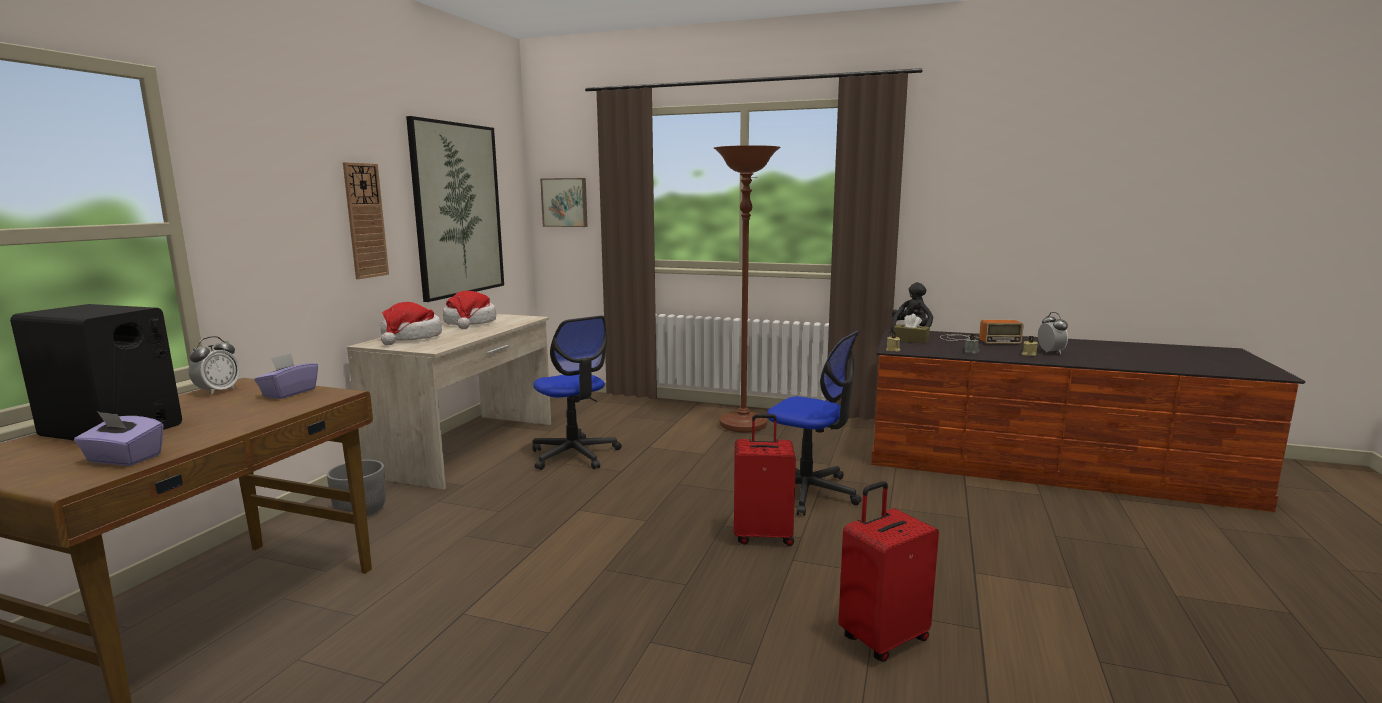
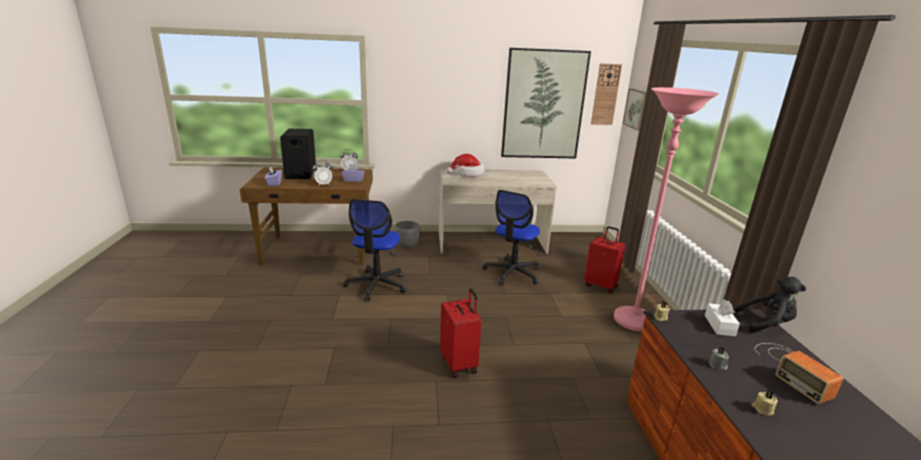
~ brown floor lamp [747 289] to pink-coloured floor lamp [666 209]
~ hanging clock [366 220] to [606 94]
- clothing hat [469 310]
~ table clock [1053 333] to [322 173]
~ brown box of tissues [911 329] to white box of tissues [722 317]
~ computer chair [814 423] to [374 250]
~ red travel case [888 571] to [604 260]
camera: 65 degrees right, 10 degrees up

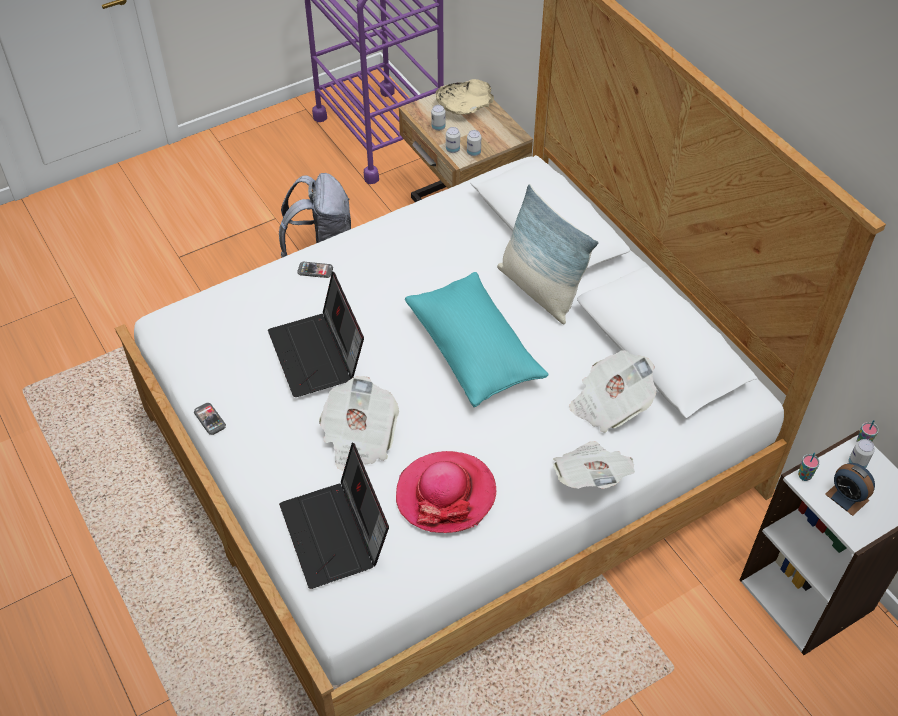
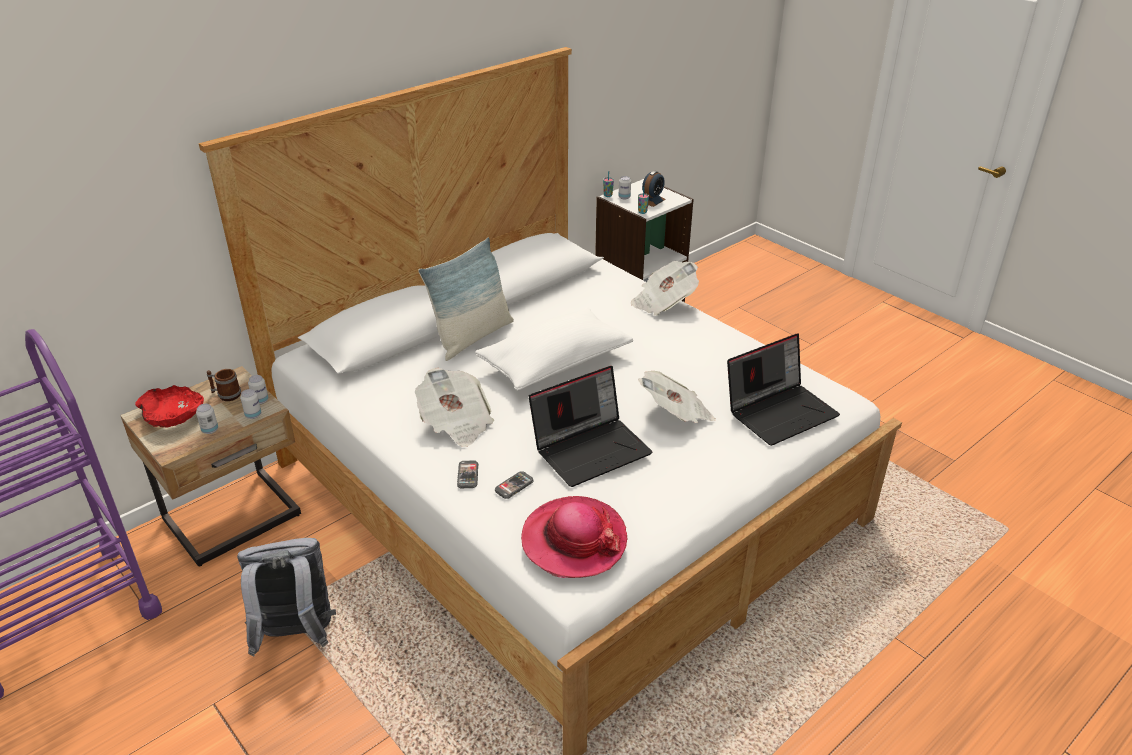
~ sand-coloured deep dish [465 97] to red deep dish [169 406]
~ turquoise throw pillow [477 339] to white throw pillow [554 349]
~ newspaper [613 391] to [454 407]
~ telephone [210 419] to [514 485]
~ clothing hat [446 492] to [574 537]
+ mug [224 385]
camera: 100 degrees left, 15 degrees down

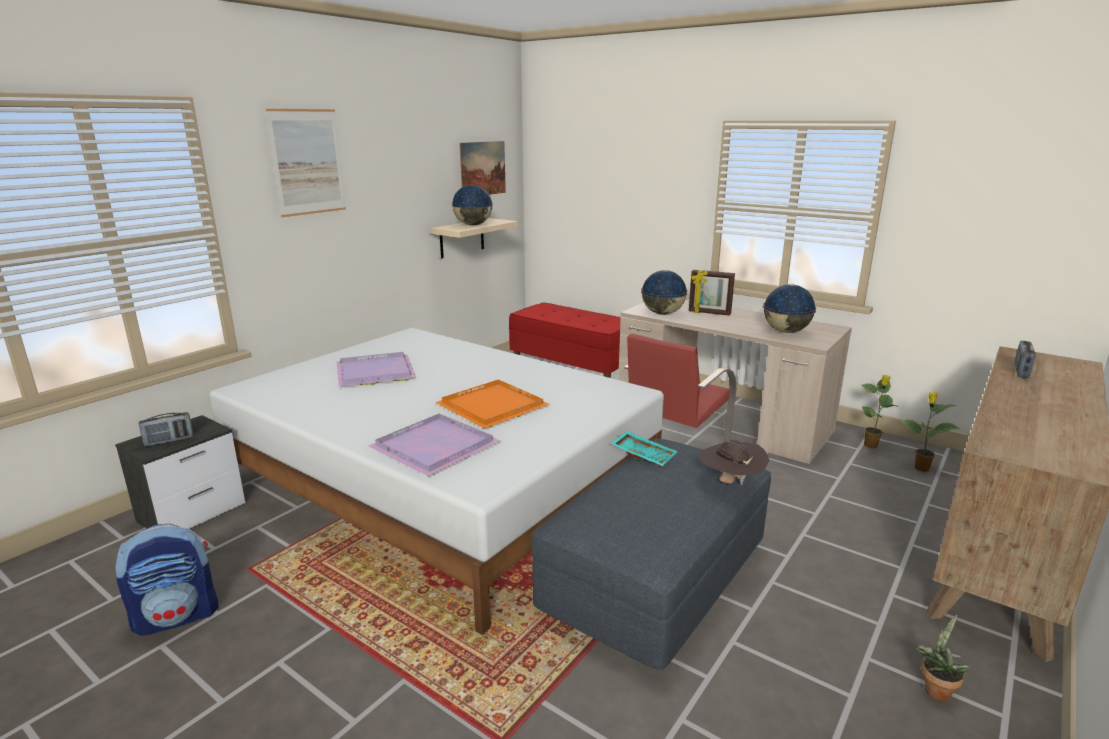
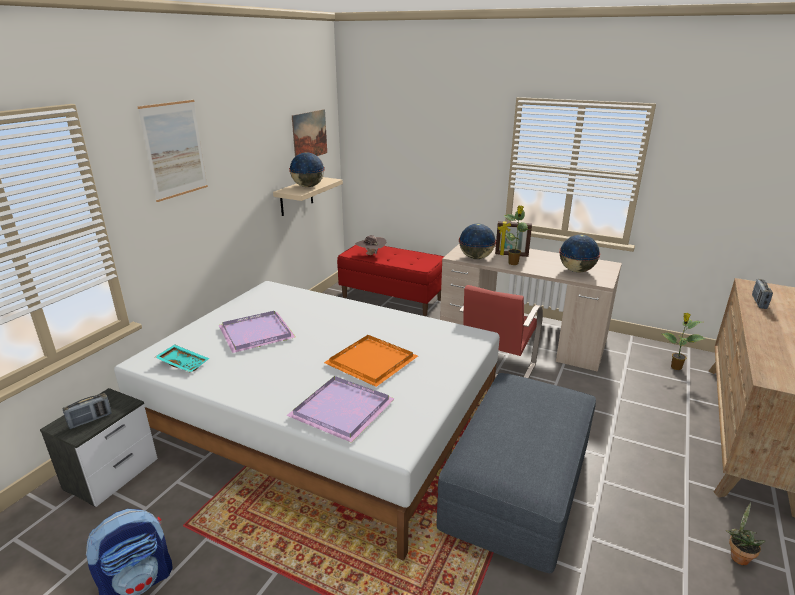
~ houseplant [880 411] to [516 235]
~ turquoise carrying tray [644 448] to [182 358]
~ brown clothing hat [733 462] to [371 245]
camera: 10 degrees left, 5 degrees up

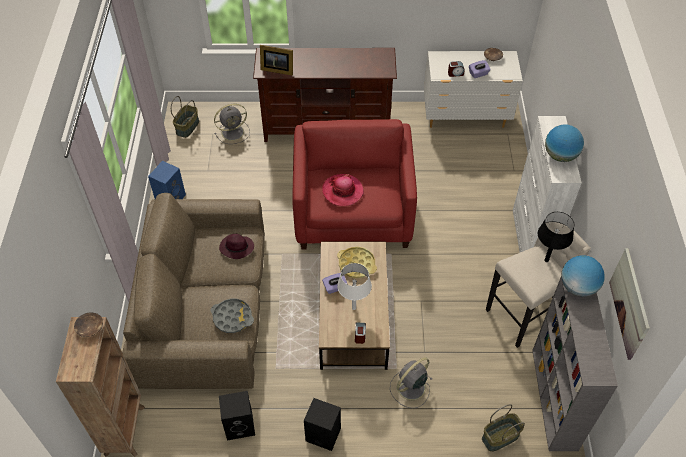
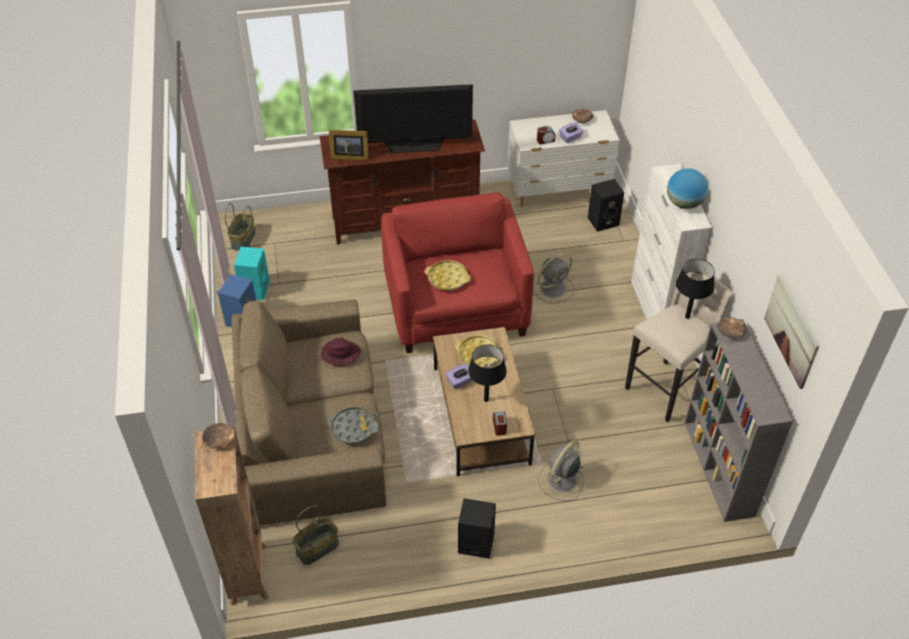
~ grey electric fan [232 124] to [553 278]
~ clothing hat [343 190] to yellow-coloured carrying tray [448 275]
~ world globe [583 276] to brown deep dish [731 327]
~ white table lamp [354 286] to black-coloured table lamp [487 373]
~ black-coloured loudspeaker [237 416] to [606 205]
~ household basket [503 428] to [315 535]
+ television [413 118]
+ turquoise loudspeaker [252 273]
camera: 10 degrees left, 5 degrees down

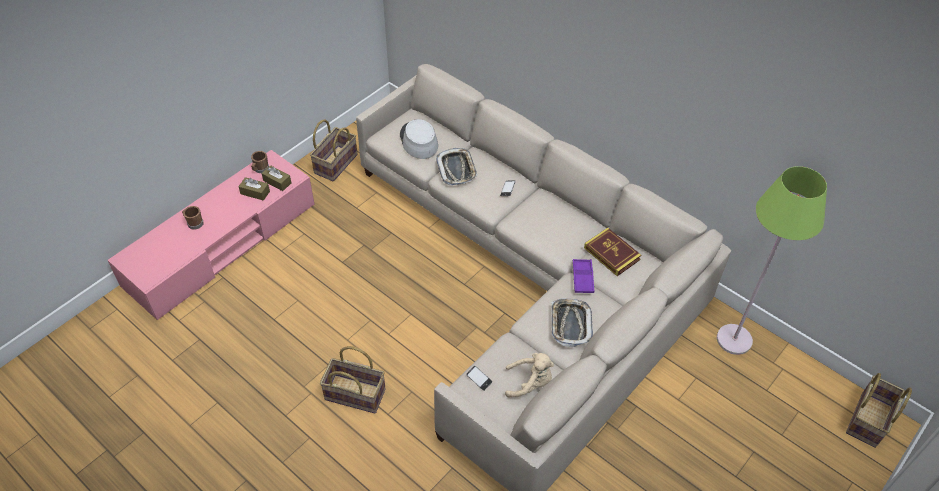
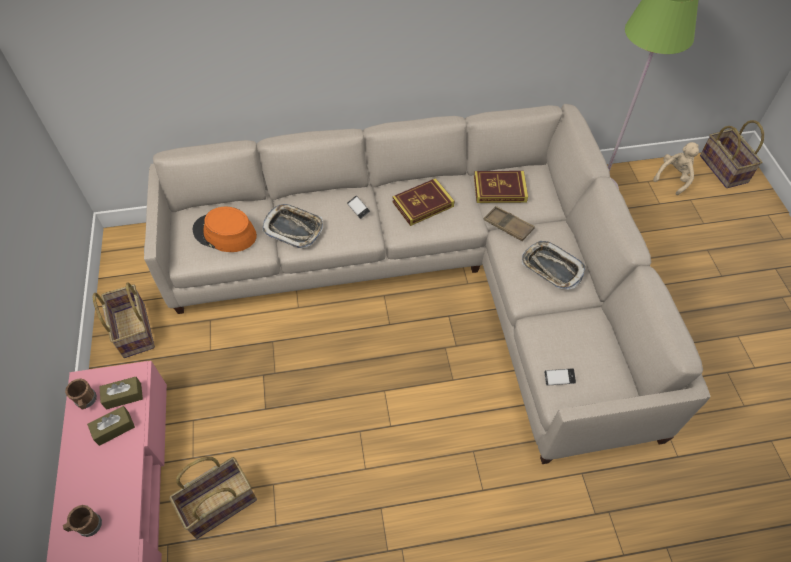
~ grey clothing hat [419 139] to orangey clothing hat [225 229]
~ purple-coloured carrying tray [583 276] to brown carrying tray [509 223]
~ household basket [353 379] to [213 498]
~ sand-coloured plush toy [529 375] to [676 168]
+ bound book [423 202]
camera: 50 degrees left, 5 degrees up

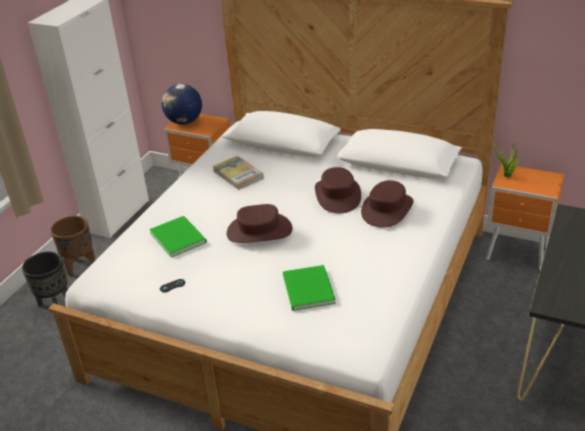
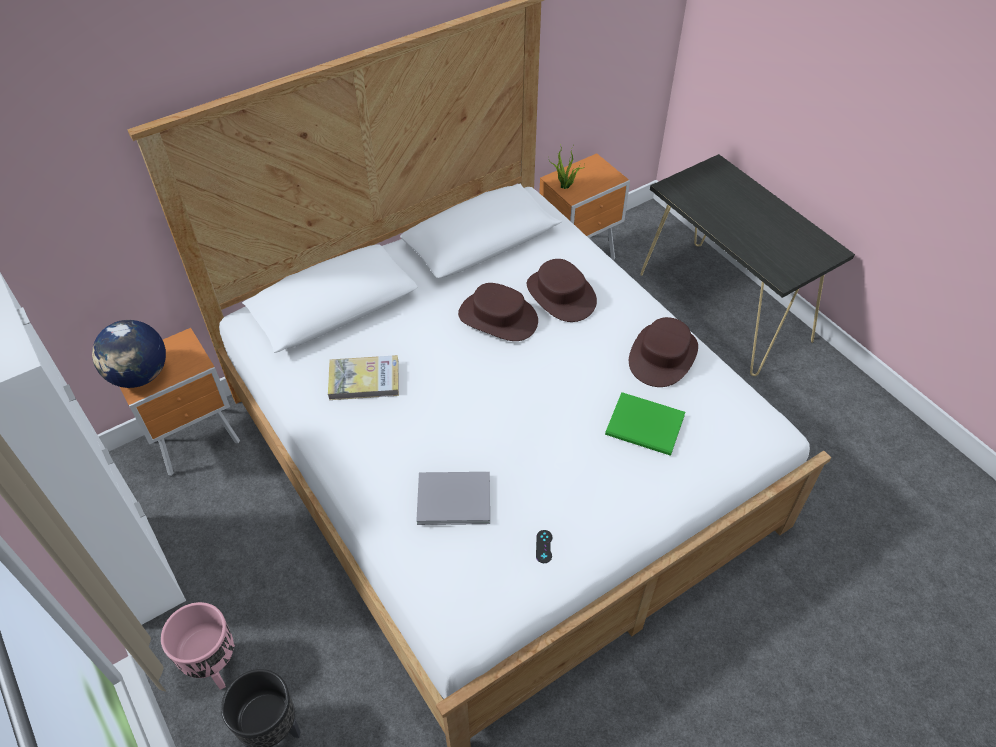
~ brown clothing hat [259 223] to [663 352]
~ brown flower pot [73 246] to pink-coloured flower pot [198 646]
~ green bound book [178 236] to grey bound book [453 498]
camera: 60 degrees left, 15 degrees up

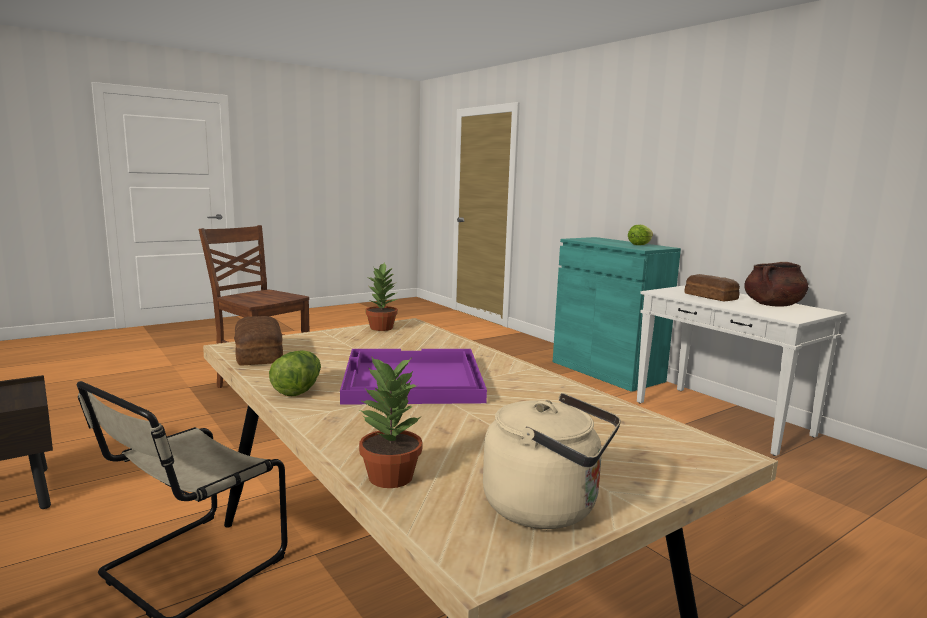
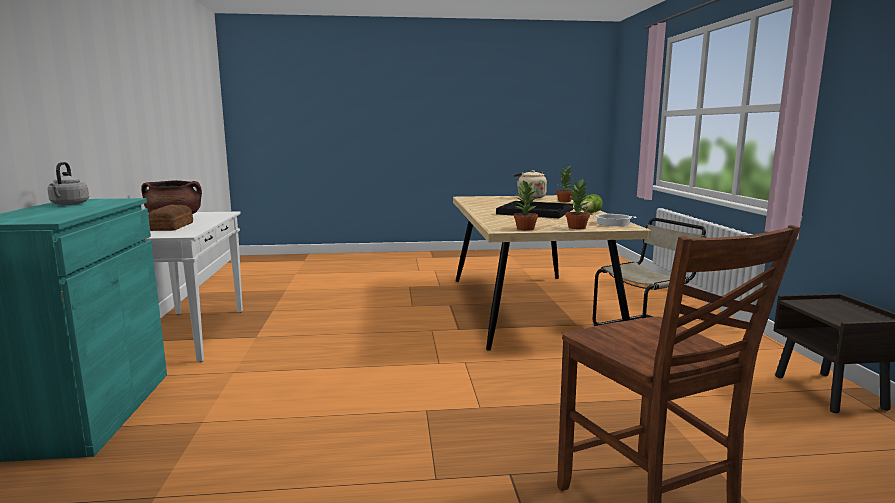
~ head of lettuce [640 235] to grey water kettle [68 183]
~ bread [258 340] to cooking pot [613 220]
~ purple-coloured carrying tray [413 377] to black-coloured carrying tray [534 209]
+ houseplant [578 204]
camera: 150 degrees left, 0 degrees up

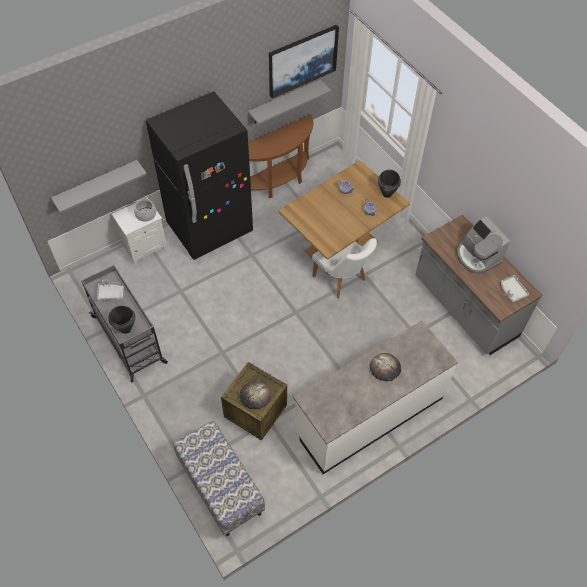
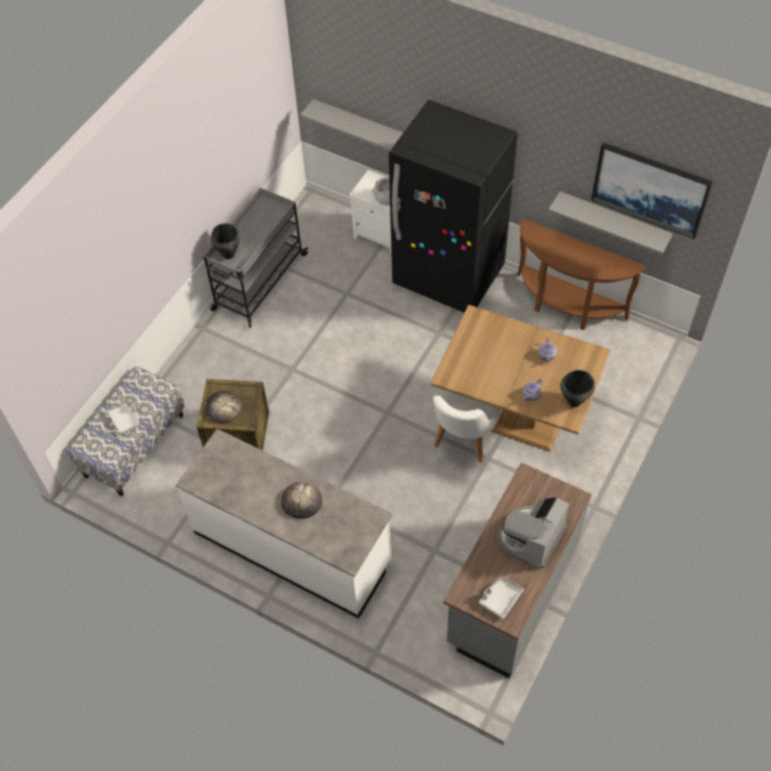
~ grey carrying tray [110 290] to [123 417]
camera: 65 degrees right, 0 degrees up

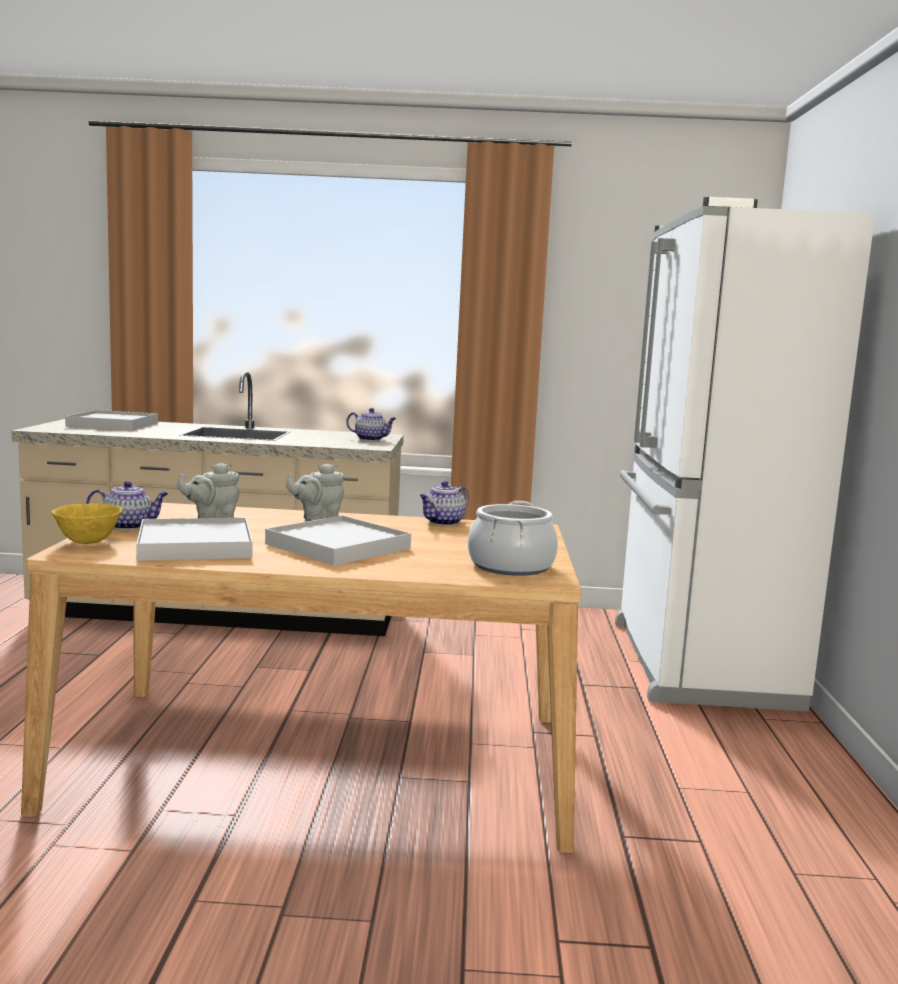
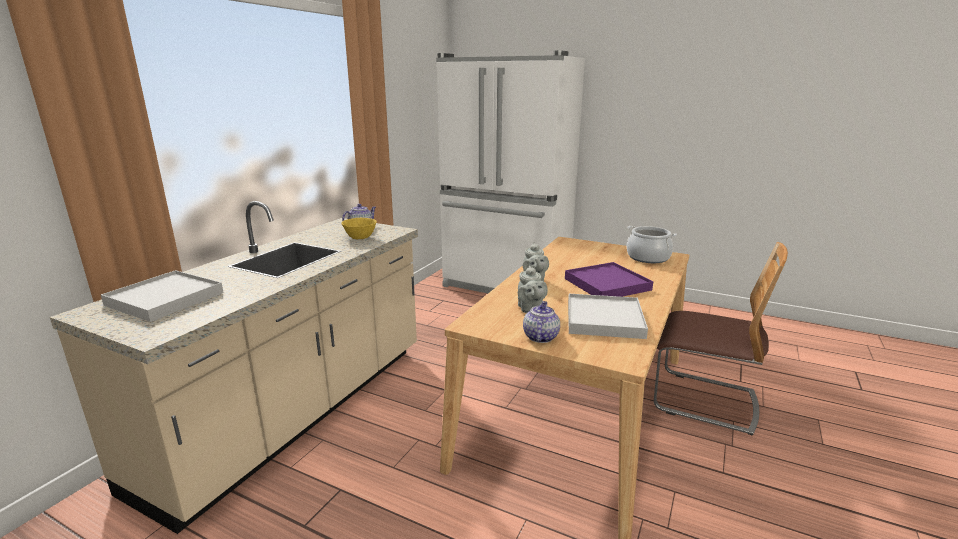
- tea pot [444 503]
~ yellow-coloured deep dish [87 523] to [359 228]
~ white carrying tray [338 541] to purple-coloured carrying tray [609 279]
+ upright chair [721 338]
camera: 65 degrees left, 10 degrees up

